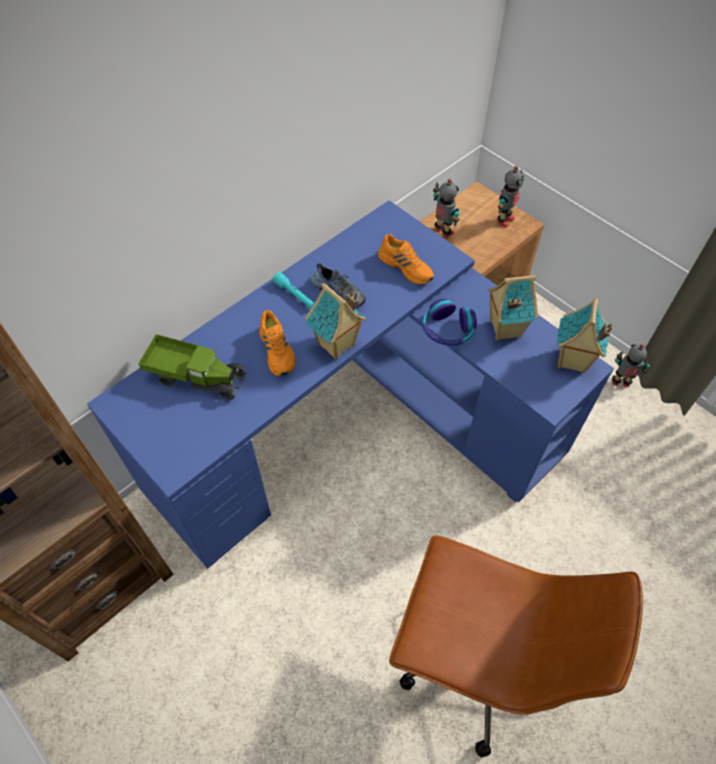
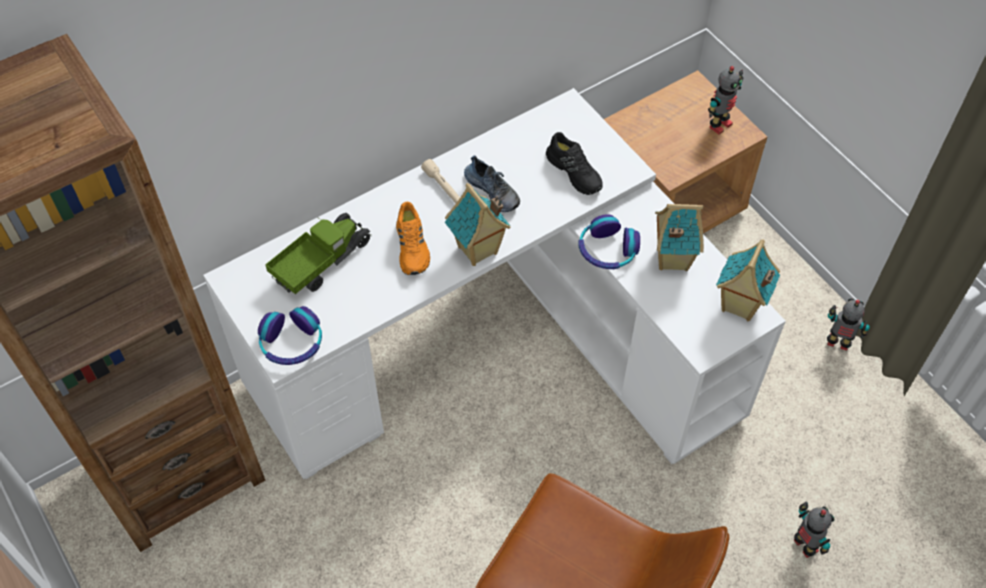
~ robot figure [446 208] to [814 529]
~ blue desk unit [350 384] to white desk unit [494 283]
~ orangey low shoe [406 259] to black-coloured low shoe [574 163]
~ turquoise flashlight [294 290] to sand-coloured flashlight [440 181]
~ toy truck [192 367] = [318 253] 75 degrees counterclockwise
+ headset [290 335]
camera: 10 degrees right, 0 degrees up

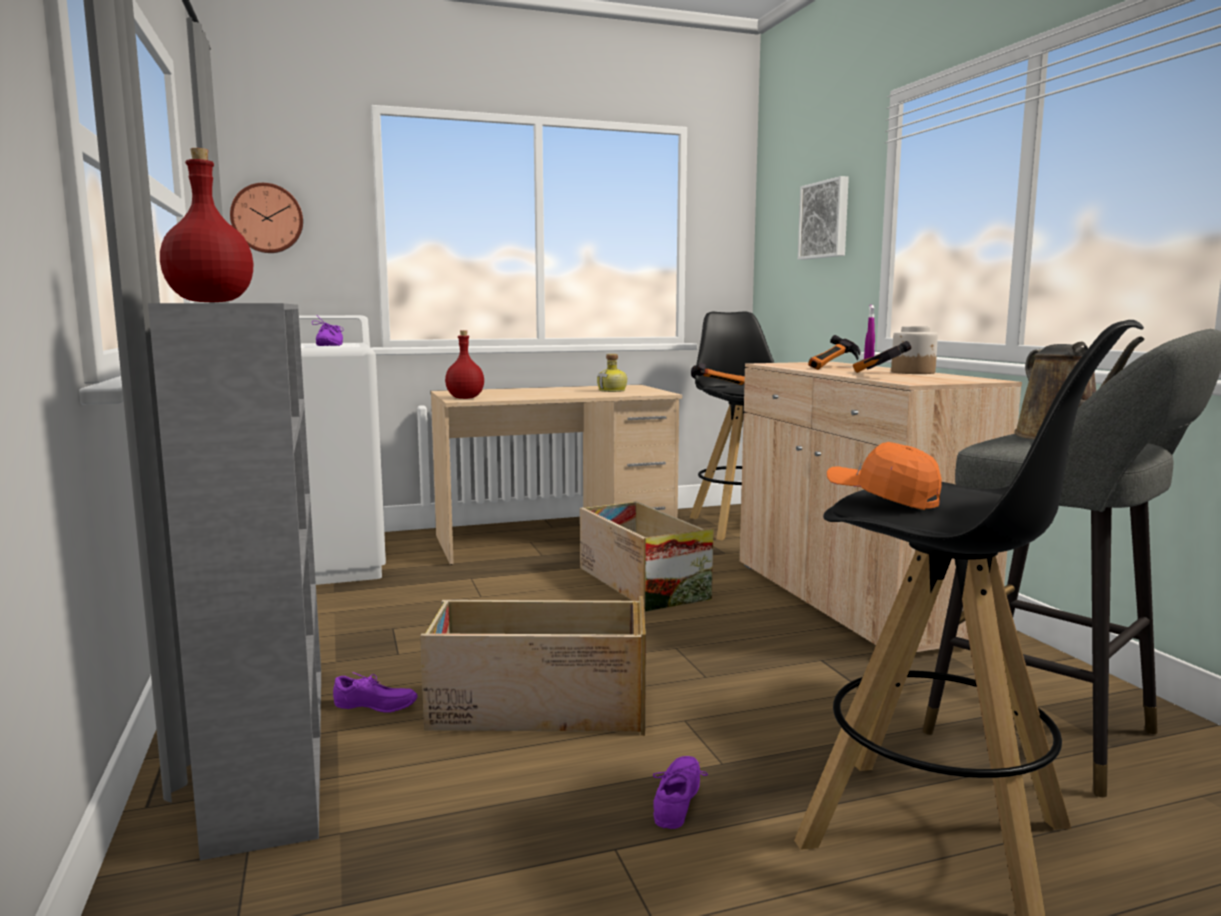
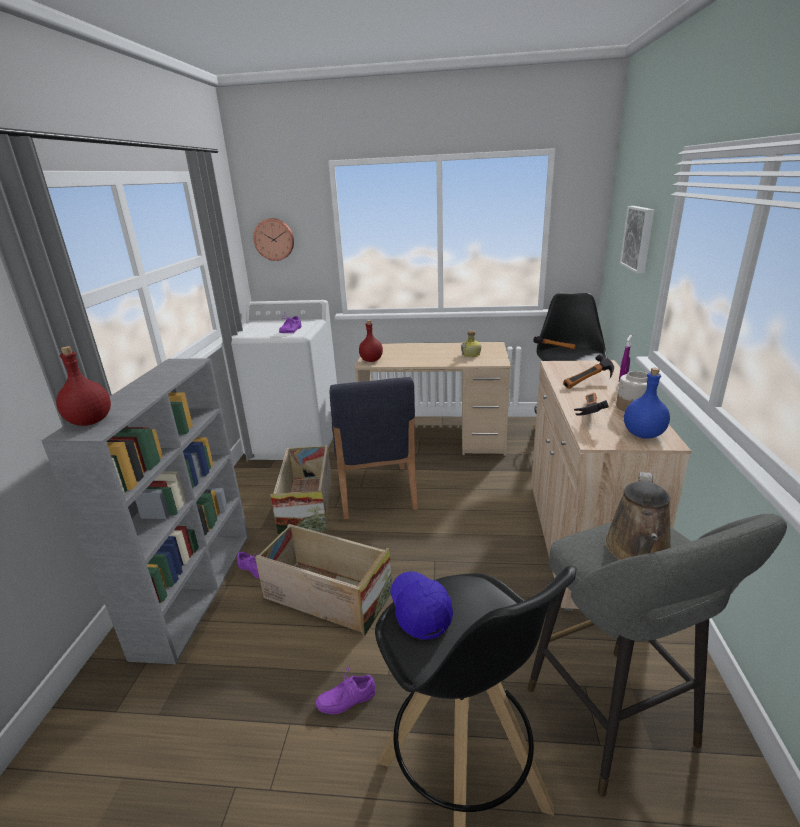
~ orangey baseball cap [884 476] to blue baseball cap [421 605]
~ packing crate [647 556] to [301 490]
~ purple-coloured low shoe [680 792] = [345 689] 150 degrees counterclockwise
+ blue bottle [647 403]
+ blue upright chair [374 448]
camera: 25 degrees right, 15 degrees up

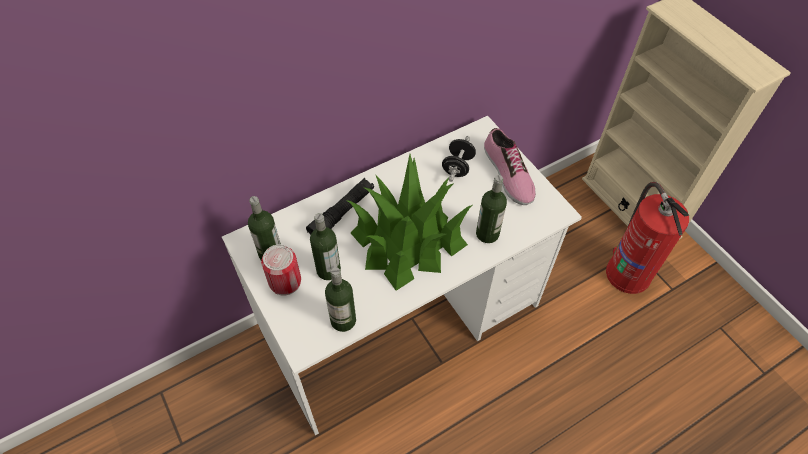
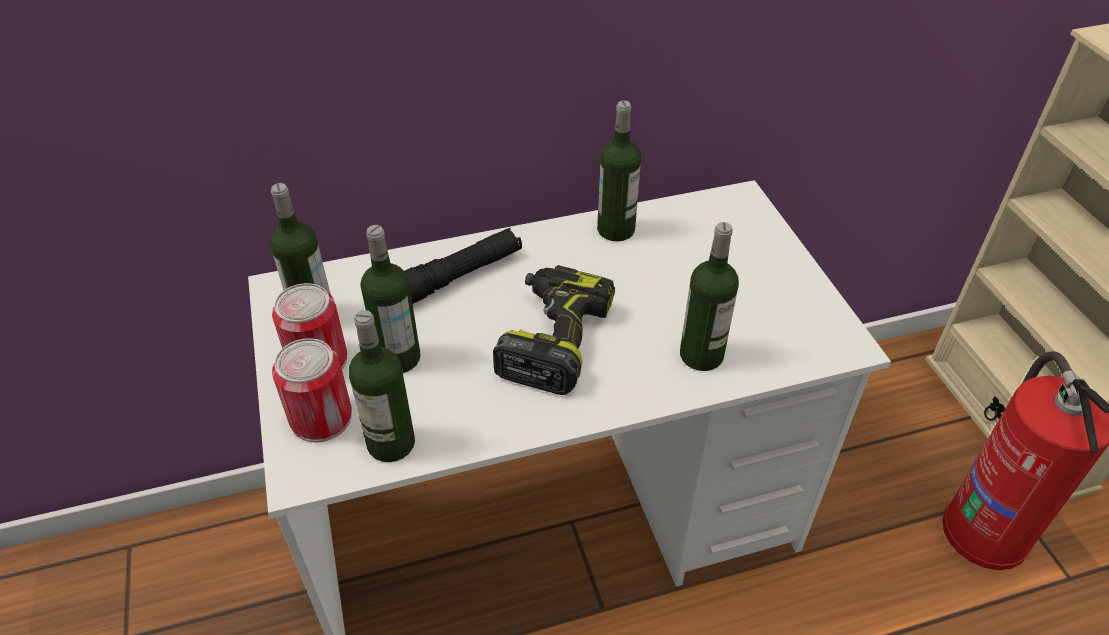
- low shoe [510 166]
- black-coloured hand weight [459 159]
~ houseplant [409 222] to drill [554 330]
+ bottle [619 171]
+ metal can [312 390]
camera: 15 degrees right, 10 degrees down

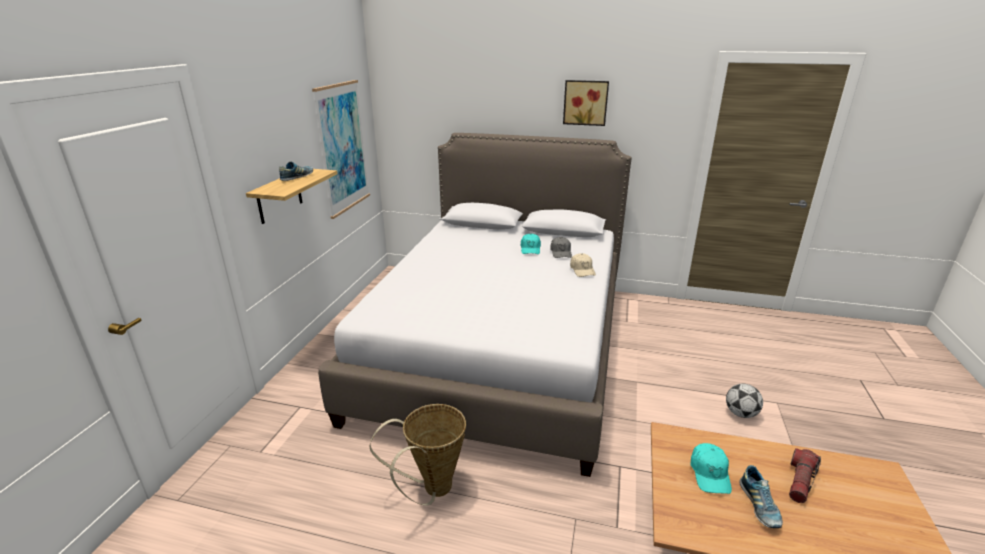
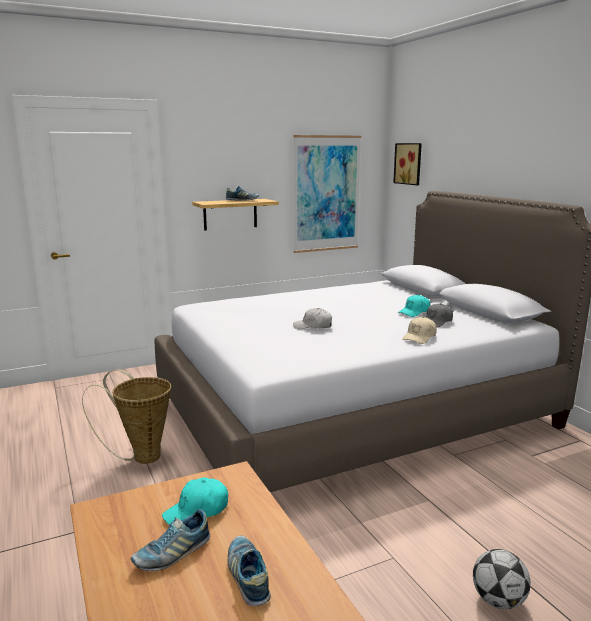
~ wall art [586 103] to [407 164]
~ flashlight [805 475] to low shoe [249 570]
+ white baseball cap [312 318]
camera: 50 degrees right, 10 degrees down

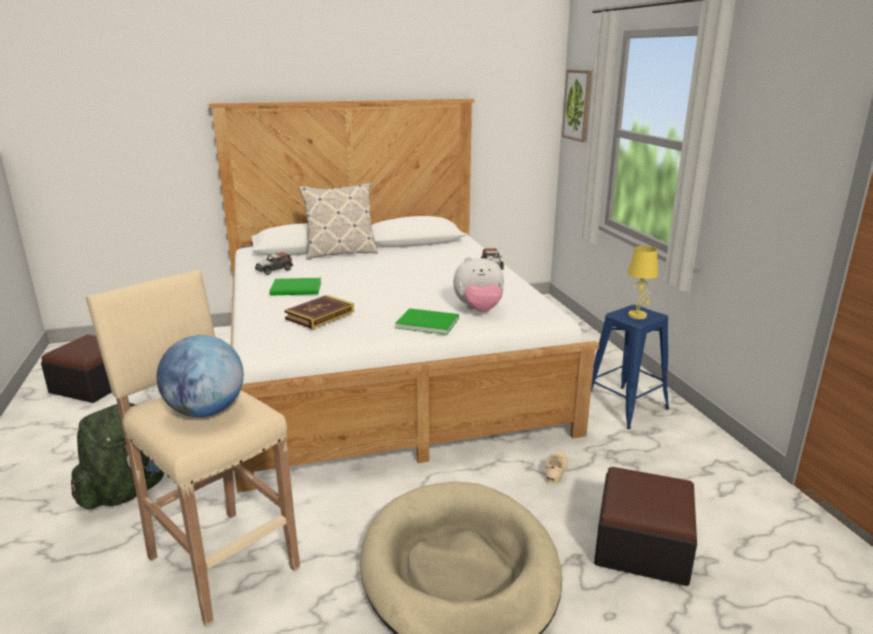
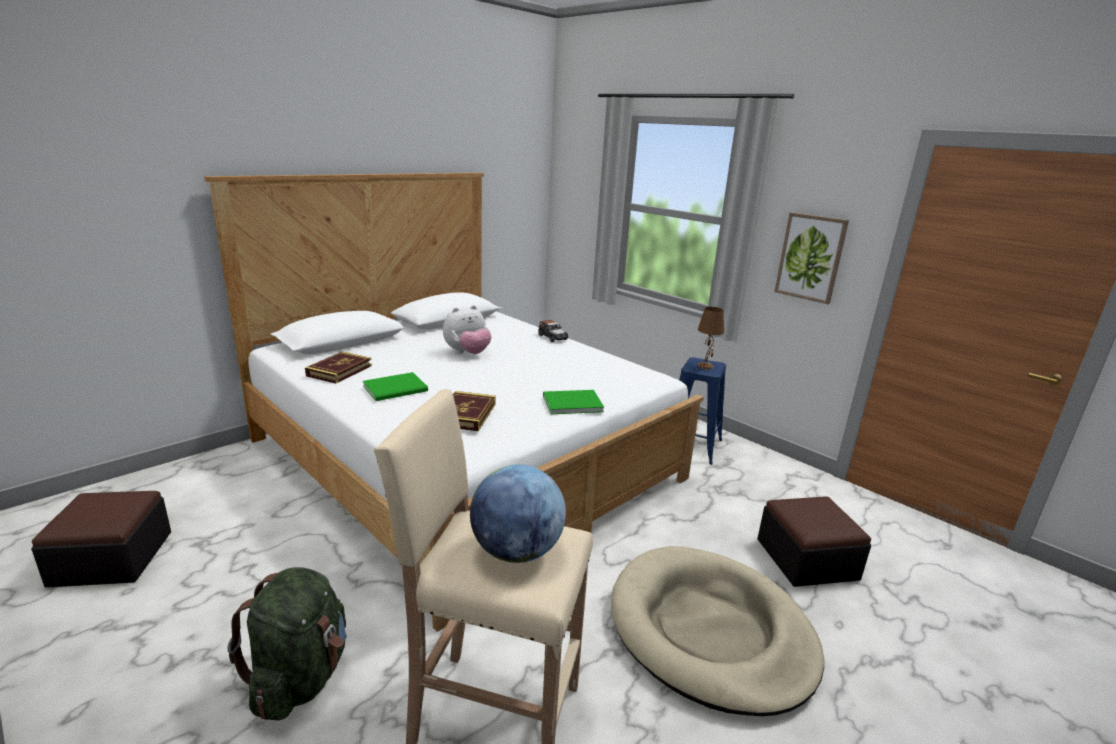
~ wall art [577 106] to [811 258]
- throw pillow [338 221]
~ yellow-coloured table lamp [643 282] to brown table lamp [711 338]
~ model car [274 263] to bound book [338 367]
~ plush toy [478 284] to [467 329]
- sand-coloured low shoe [556 467]
camera: 30 degrees left, 0 degrees up

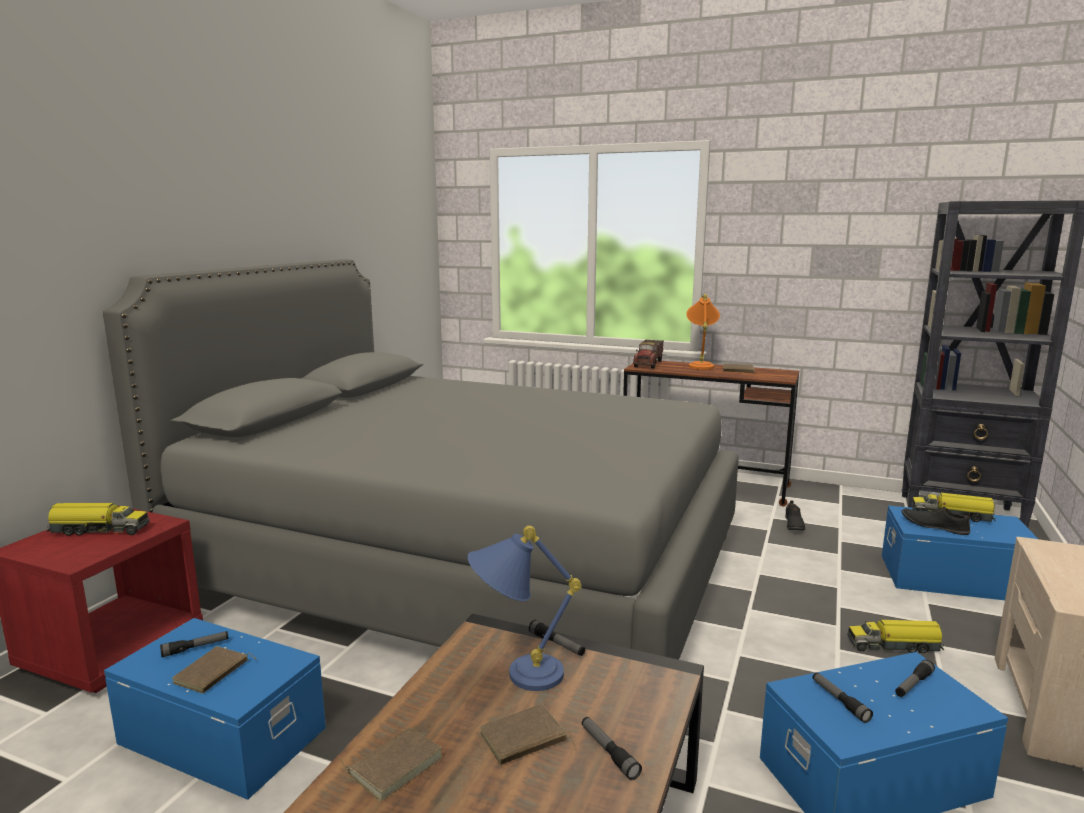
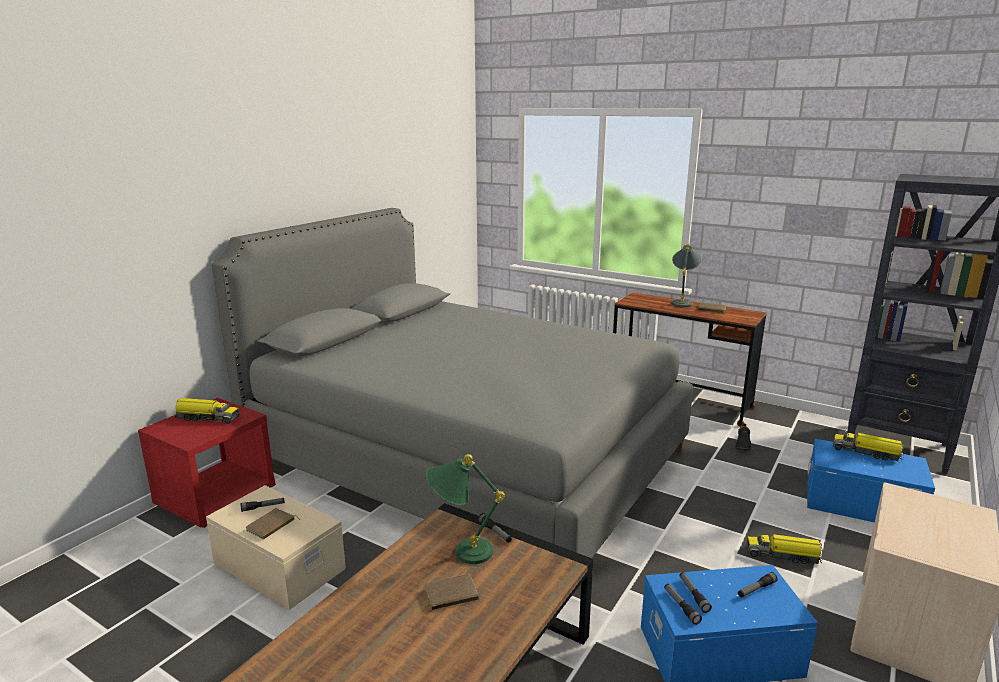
~ orangey table lamp [703 332] to grey table lamp [686 275]
- toy truck [648 354]
- black-coloured low shoe [936 521]
~ blue table lamp [524 608] to green table lamp [465 509]
~ blue storage box [215 709] to sand-coloured storage box [276 547]
~ flashlight [612 748] to [683 604]
- brown bound book [390 764]
camera: 10 degrees right, 5 degrees up

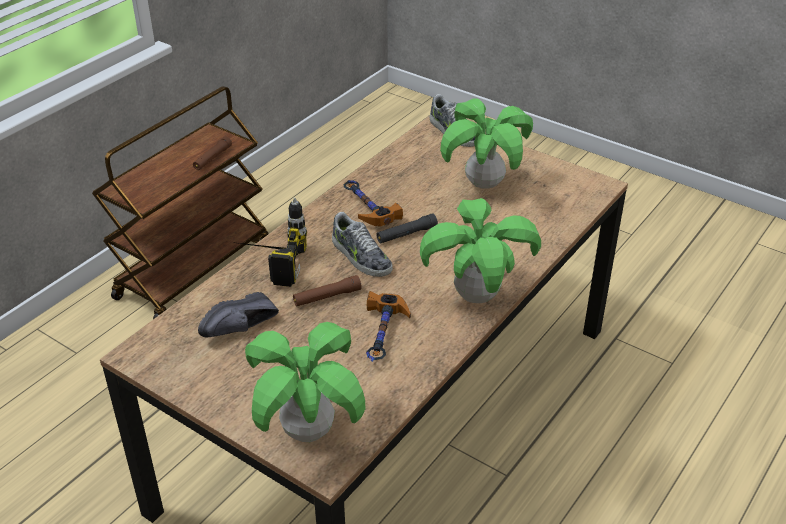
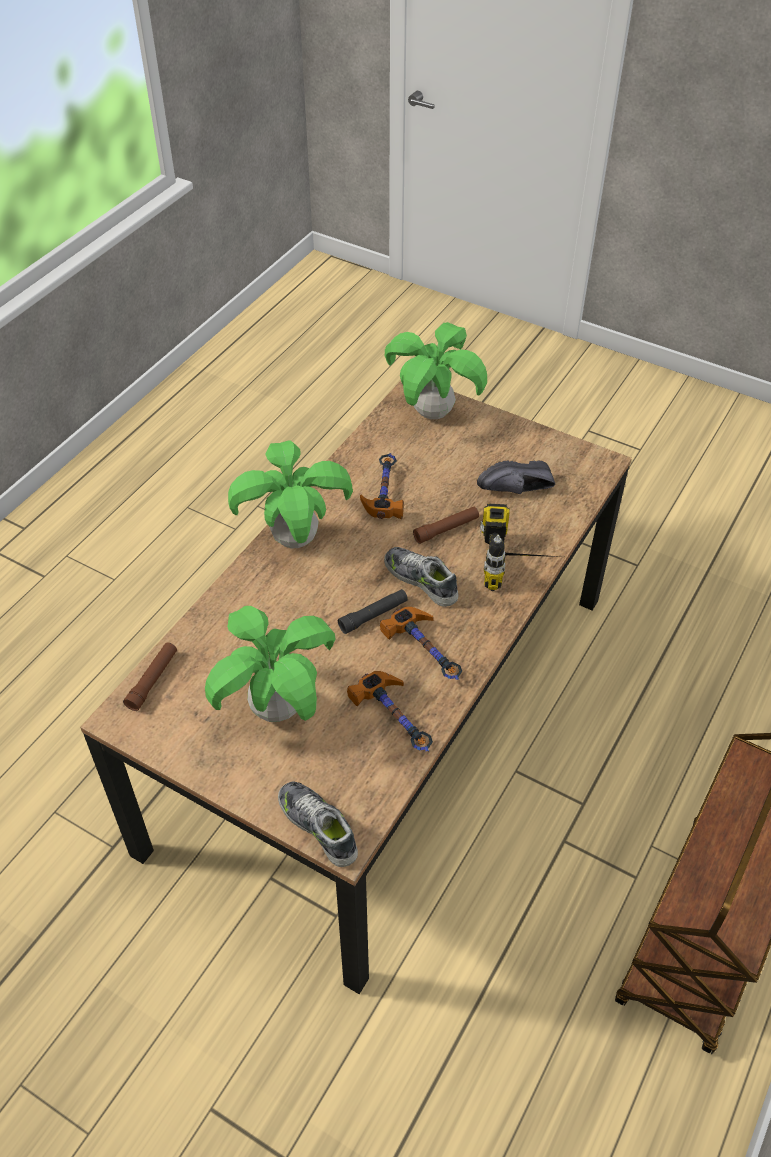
~ brown flashlight [212 153] to [150 677]
~ black-coloured low shoe [238 315] = [516 477] 150 degrees counterclockwise
+ hand hammer [390 711]
camera: 175 degrees right, 10 degrees up

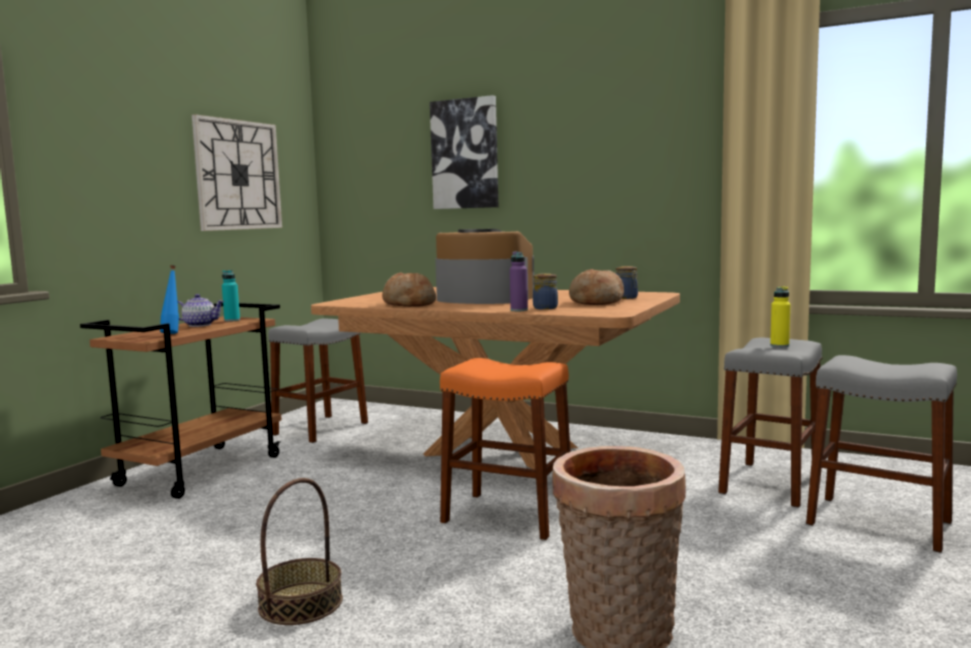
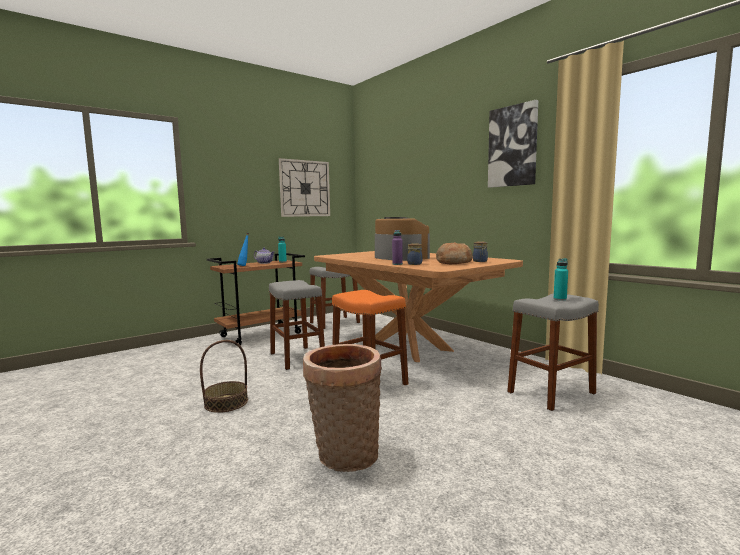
~ wall art [464 152] to [513 144]
- bread [409 289]
~ yellow-coloured bottle [780 316] to turquoise bottle [561 279]
~ grey stool seat [881 454] to [297 325]
camera: 25 degrees right, 0 degrees up

